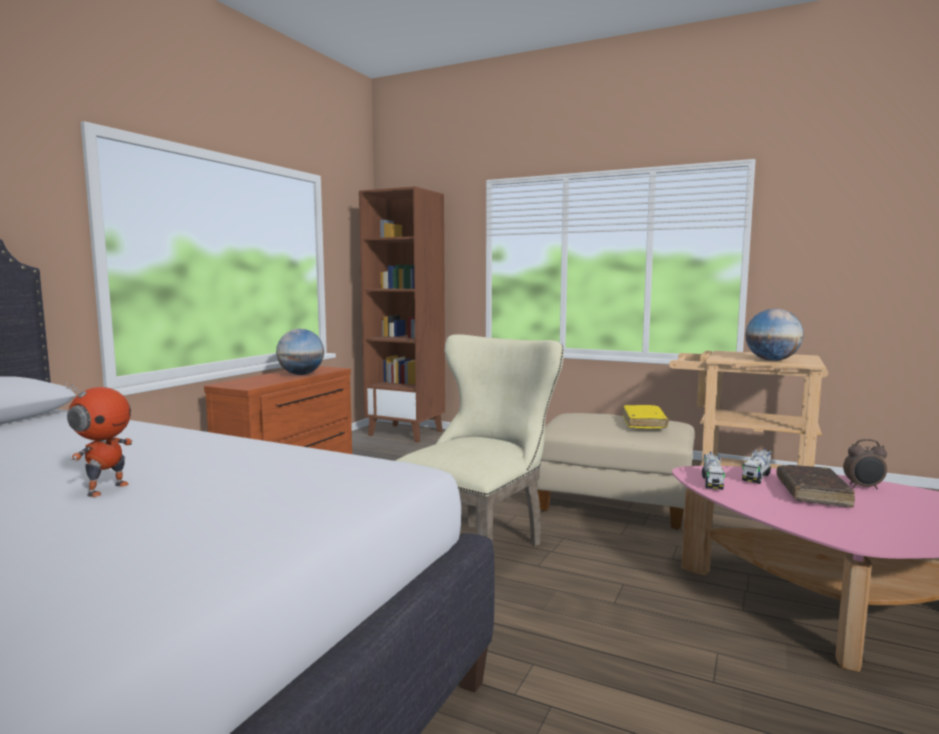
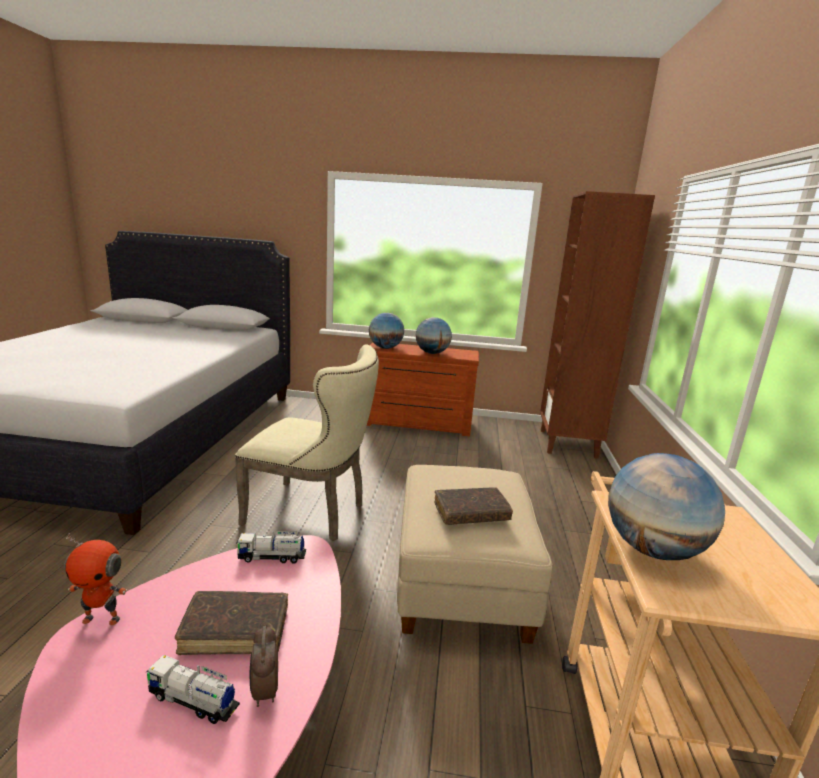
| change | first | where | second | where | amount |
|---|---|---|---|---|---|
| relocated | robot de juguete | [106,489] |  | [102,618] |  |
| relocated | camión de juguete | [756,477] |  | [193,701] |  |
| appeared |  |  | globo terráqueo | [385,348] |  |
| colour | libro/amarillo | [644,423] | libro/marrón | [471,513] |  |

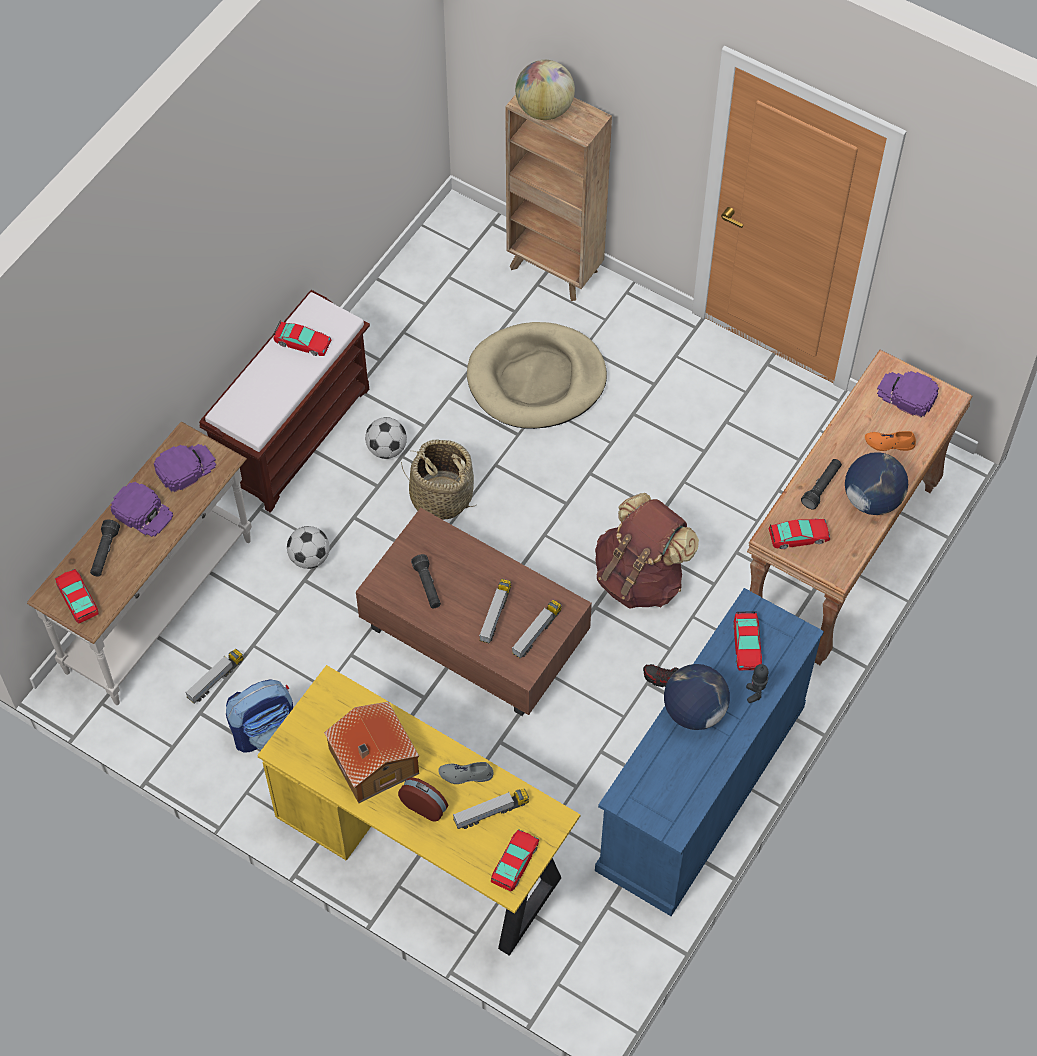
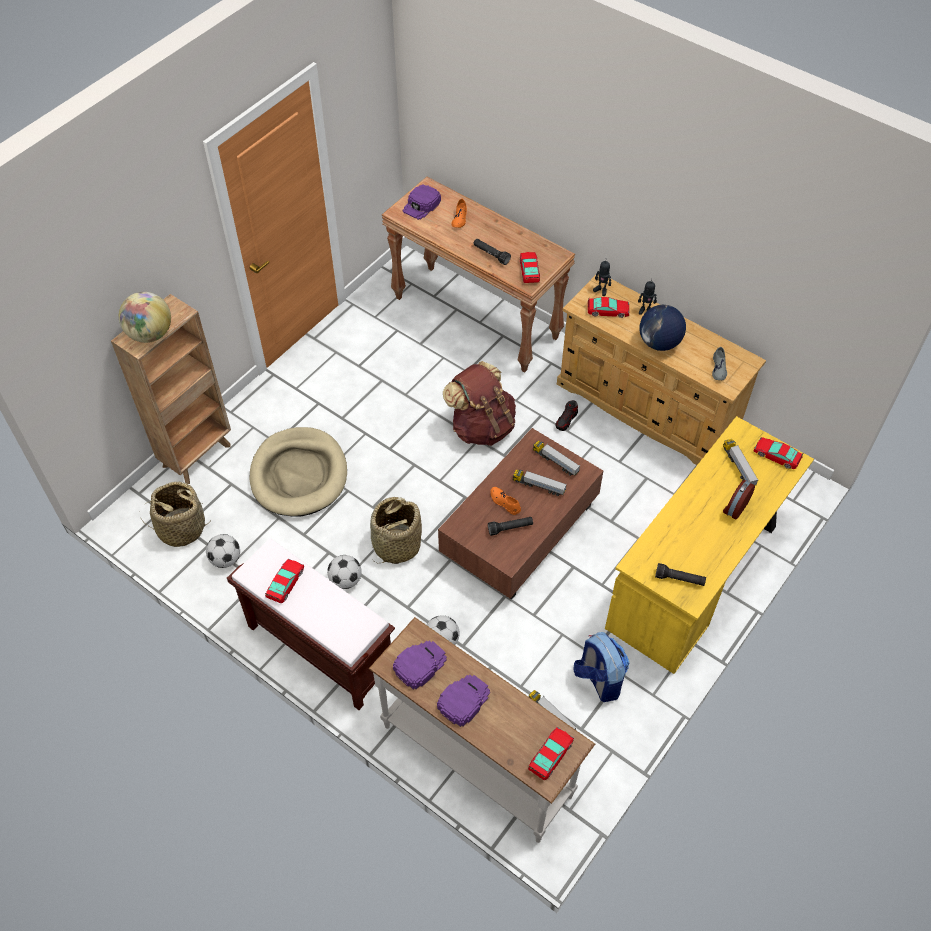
| change | first | where | second | where | amount |
|---|---|---|---|---|---|
| appeared |  |  | cesta | [181,528] |  |
| appeared |  |  | balón de fútbol | [225,559] |  |
| spun | gorra/morado | [185,467] |  | [420,664] | 75 degrees clockwise |
| appeared |  |  | zapato/naranja | [505,502] |  |
| spun | coche de juguete | [78,599] |  | [550,755] | 150 degrees clockwise |
| colour | cómoda/azul | [701,789] | cómoda/beis | [648,409] |  |
| appeared |  |  | robot de juguete | [601,290] |  |
| relocated | linterna/negro | [105,553] |  | [679,579] |  |
| relocated | zapato/gris | [466,774] |  | [719,368] |  |
| missing | casita | [373,763] |  |  |  |
| missing | globo terráqueo | [872,499] |  |  |  |

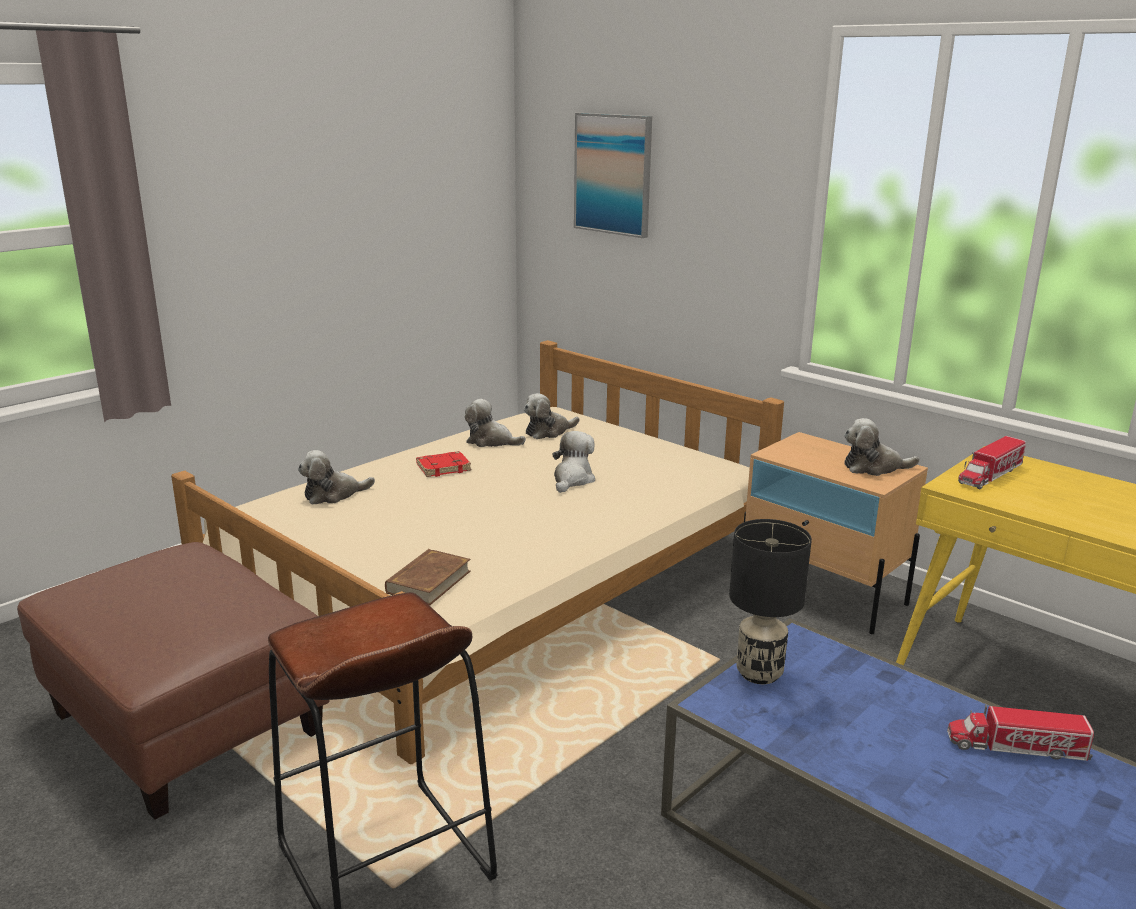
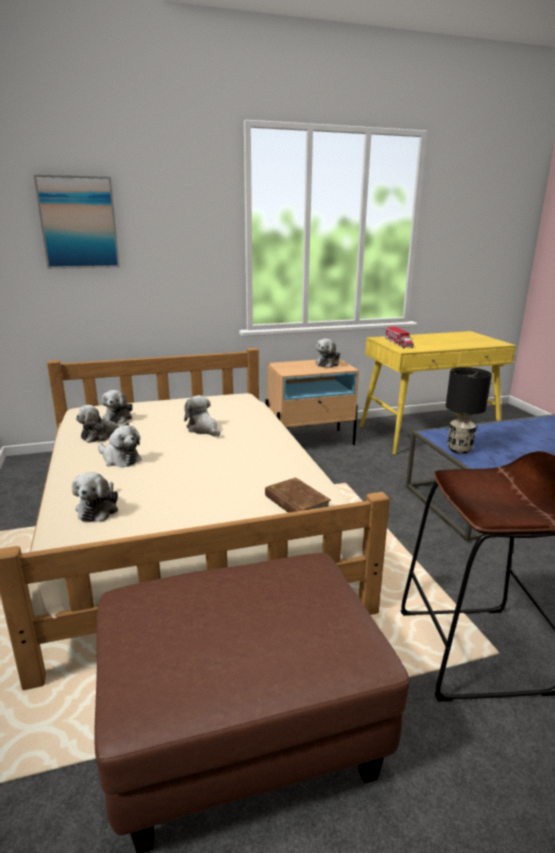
| change | first | where | second | where | amount |
|---|---|---|---|---|---|
| exchanged | libro/rojo | [443,468] | peluche | [119,459] |  |
| missing | camión de juguete | [1016,747] |  |  |  |

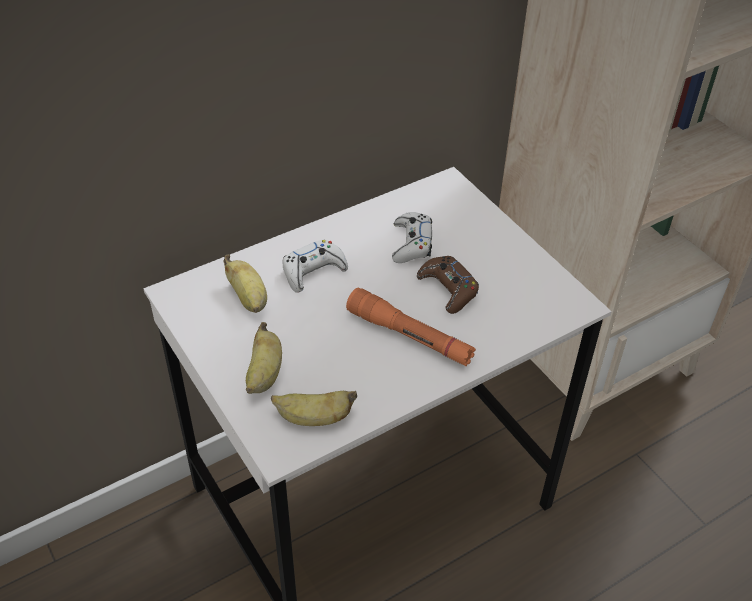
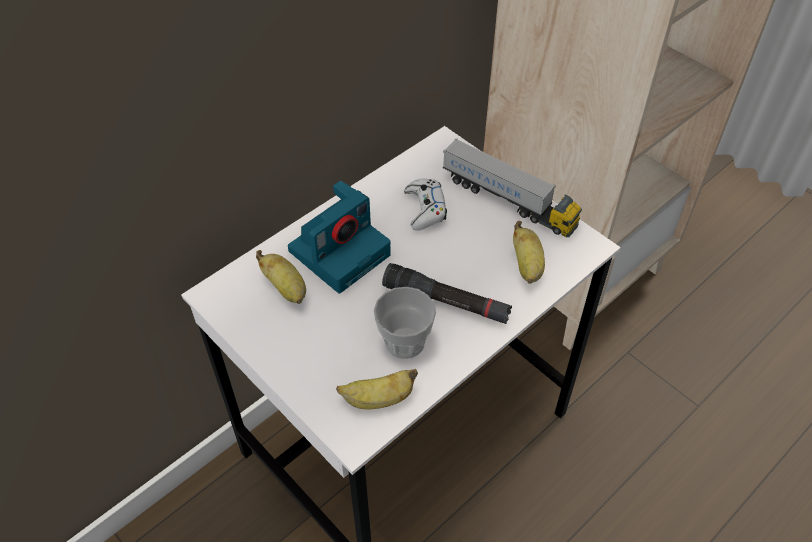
| change | first | where | second | where | amount |
|---|---|---|---|---|---|
| exchanged | mando de consola/blanco | [313,271] | cámara | [340,251] |  |
| appeared |  |  | taza | [404,342] |  |
| colour | linterna/naranja | [409,336] | linterna/negro | [446,302] |  |
| appeared |  |  | camión de juguete | [508,201] |  |
| relocated | plátano | [264,375] |  | [527,266] |  |
| missing | mando de consola/marrón | [448,289] |  |  |  |

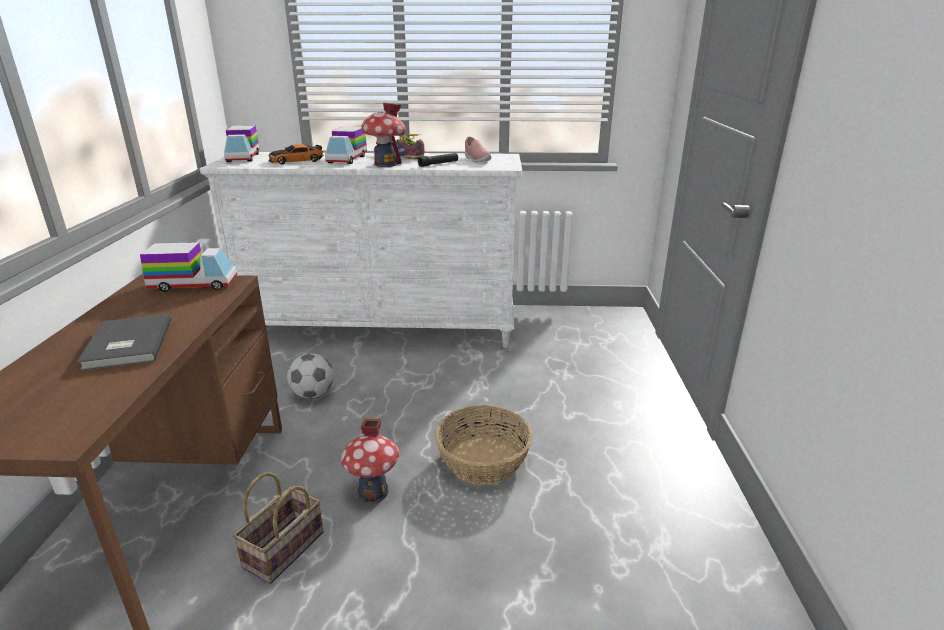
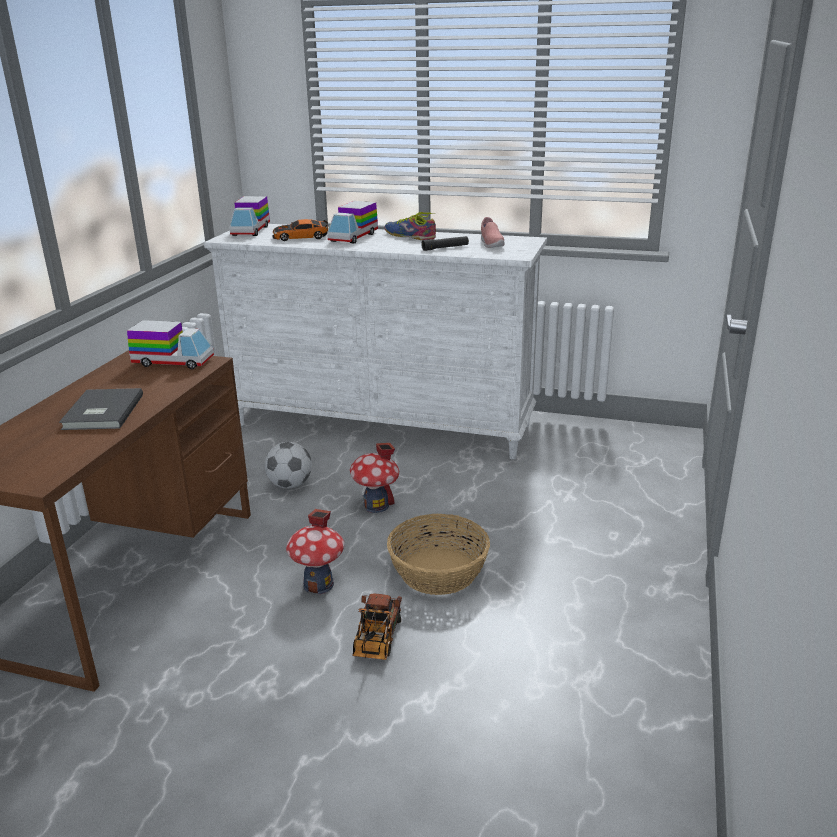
| change | first | where | second | where | amount |
|---|---|---|---|---|---|
| relocated | casita | [386,164] |  | [376,506] |  |
| appeared |  |  | camión de juguete | [376,641] |  |
| missing | cesta | [283,552] |  |  |  |

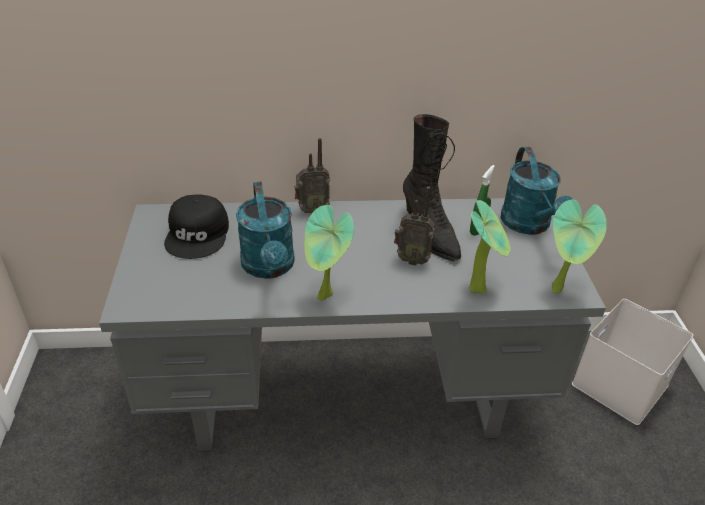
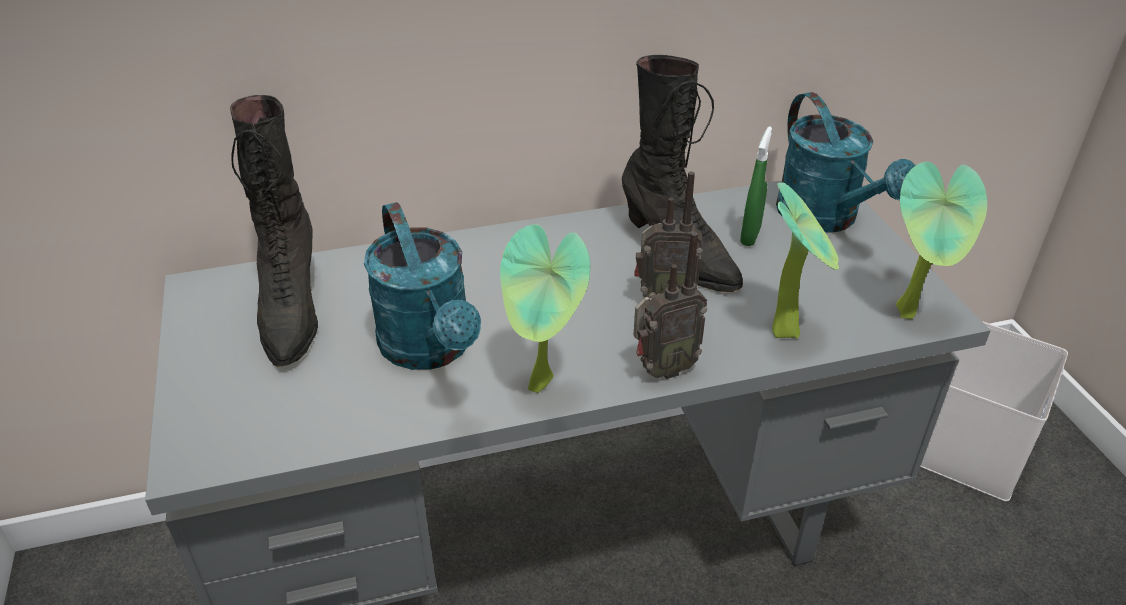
| change | first | where | second | where | amount |
|---|---|---|---|---|---|
| exchanged | gorra/negro | [198,234] | bota/negro | [290,311] |  |
| relocated | radio | [311,210] |  | [662,369] |  |

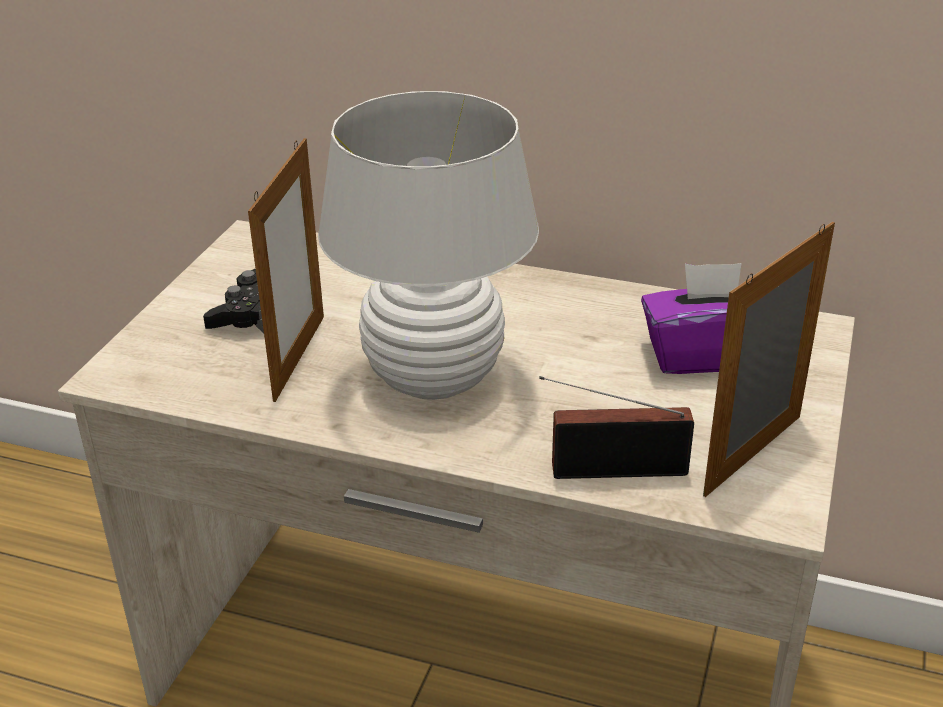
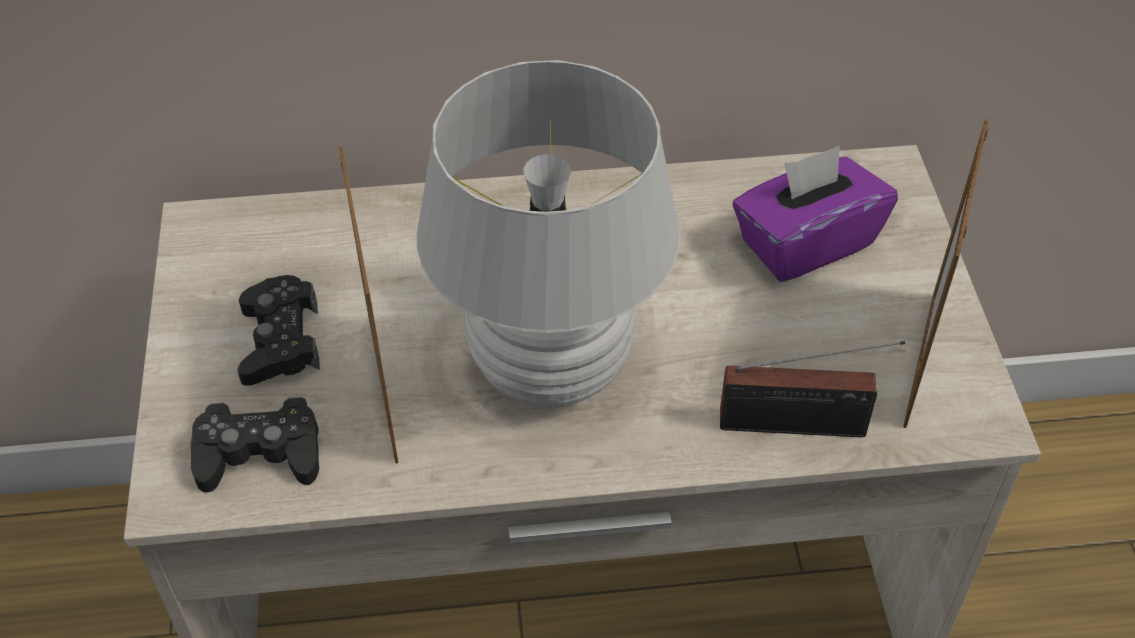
| change | first | where | second | where | amount |
|---|---|---|---|---|---|
| appeared |  |  | mando de consola/negro | [259,454] |  |
| spun | radio | [611,469] |  | [800,426] | 150 degrees counterclockwise |

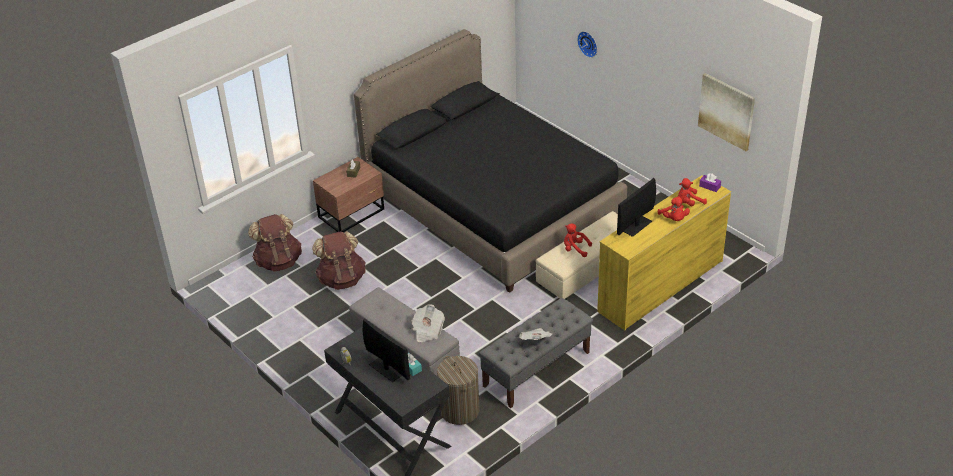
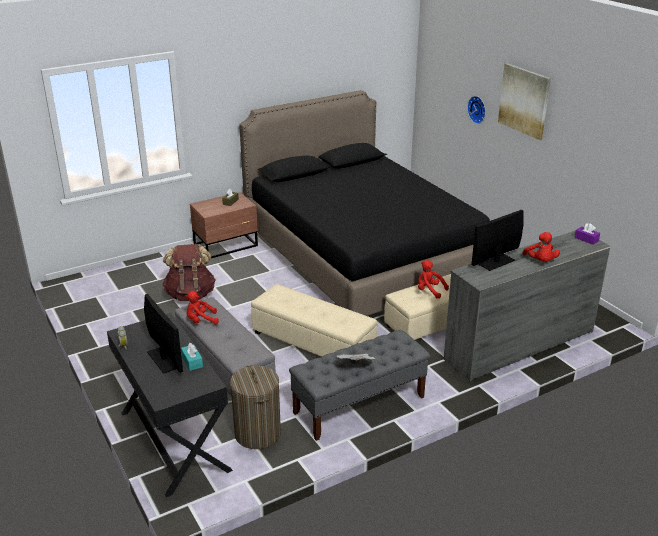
| change | first | where | second | where | amount |
|---|---|---|---|---|---|
| relocated | peluche/rojo | [689,203] |  | [201,321] |  |
| appeared |  |  | puf/beis | [312,342] |  |
| colour | cómoda/amarillo | [660,286] | cómoda/gris | [518,345] |  |
| relocated | cuadro | [726,111] |  | [524,100] |  |
| missing | mochila/marrón | [278,261] |  |  |  |
| missing | periódico | [427,331] |  |  |  |

